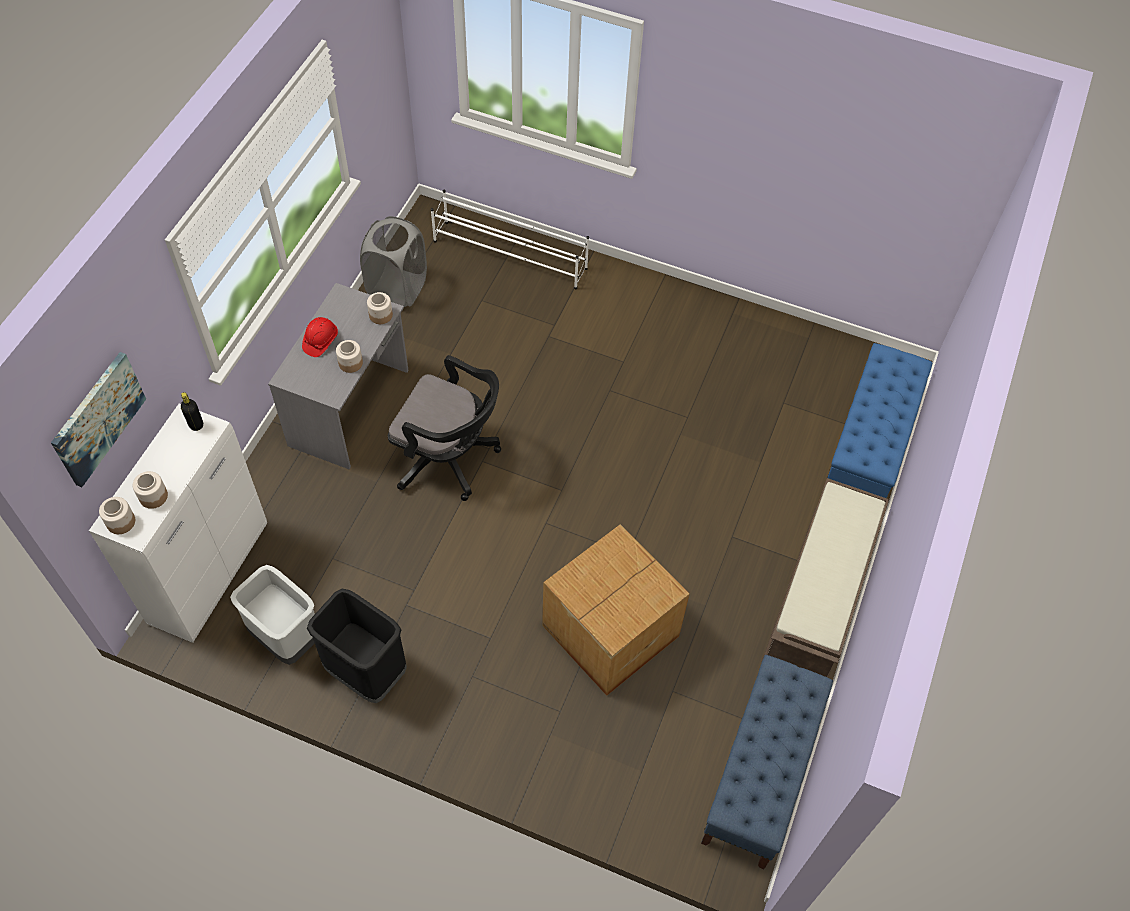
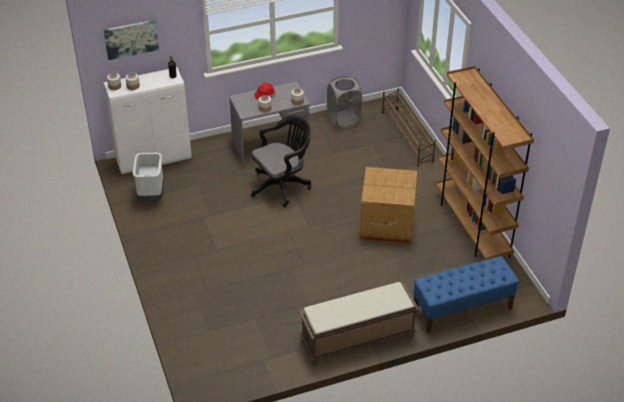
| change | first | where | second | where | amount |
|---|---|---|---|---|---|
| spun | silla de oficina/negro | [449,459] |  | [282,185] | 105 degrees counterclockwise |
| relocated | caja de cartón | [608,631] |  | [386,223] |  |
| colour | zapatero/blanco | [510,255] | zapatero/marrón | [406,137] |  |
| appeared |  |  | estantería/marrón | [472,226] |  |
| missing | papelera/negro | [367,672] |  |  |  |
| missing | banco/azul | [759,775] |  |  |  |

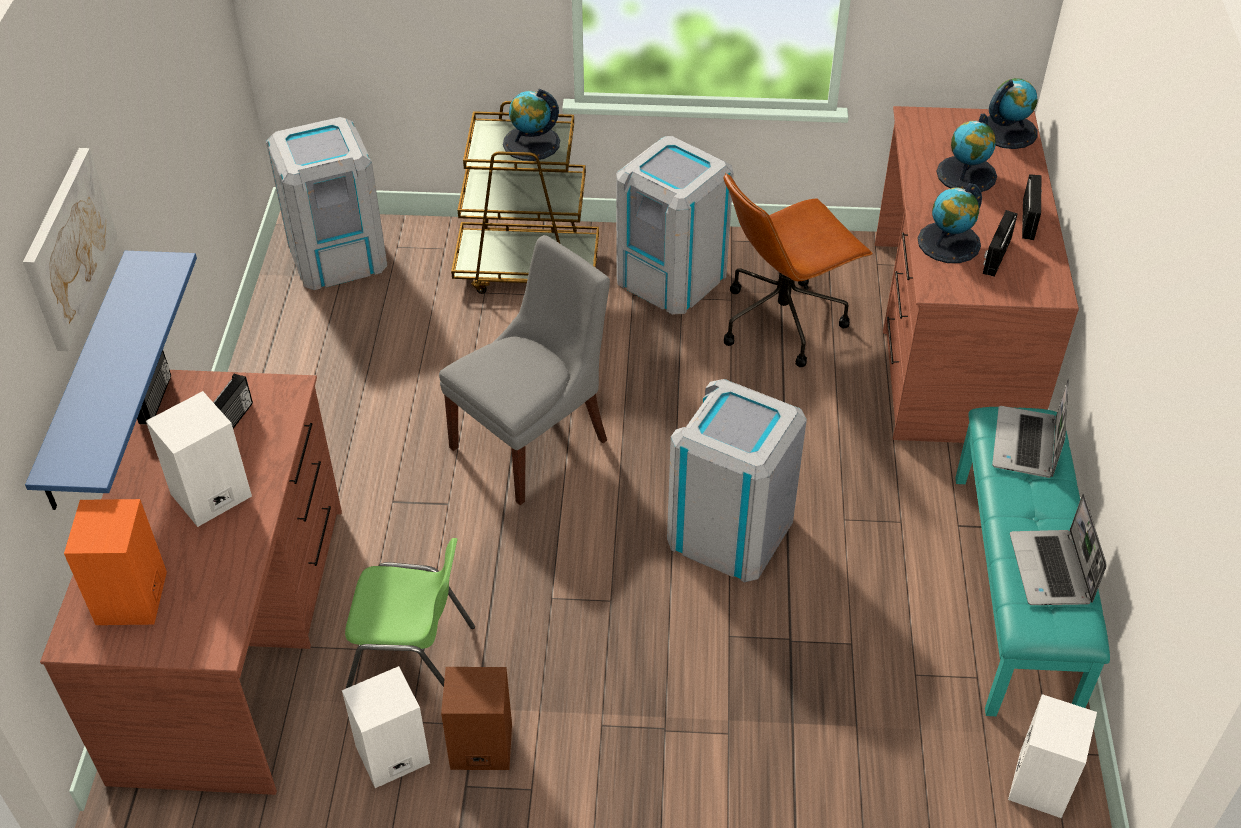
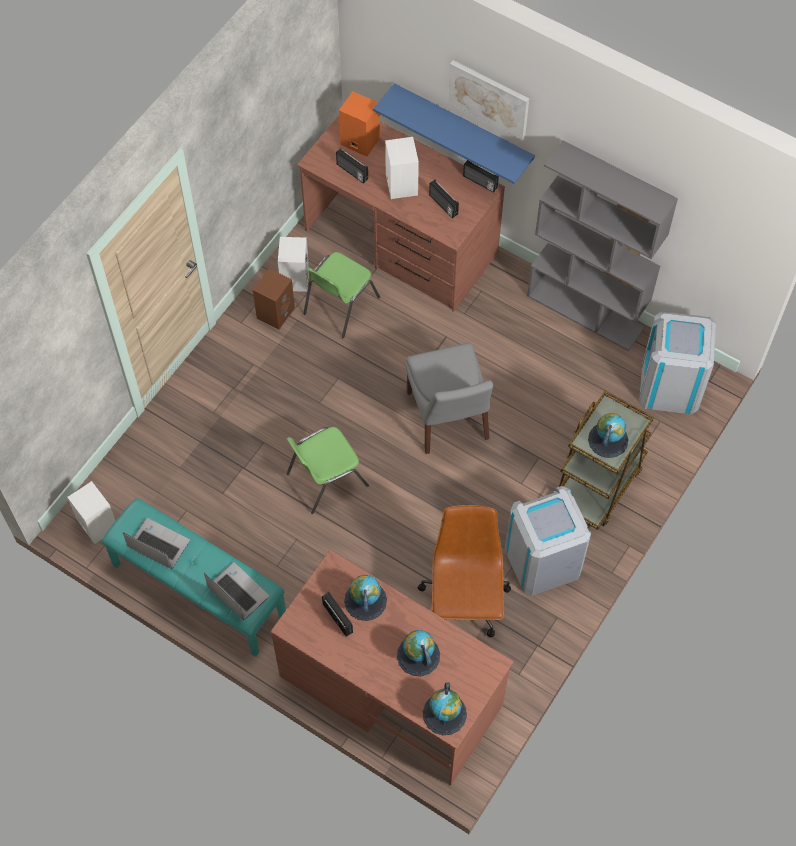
| change | first | where | second | where | amount |
|---|---|---|---|---|---|
| exchanged | papelera/gris | [730,531] | silla/verde | [325,479] |  |
| relocated | radio | [1029,220] |  | [351,172] |  |
| appeared |  |  | estantería/gris | [586,311] |  |

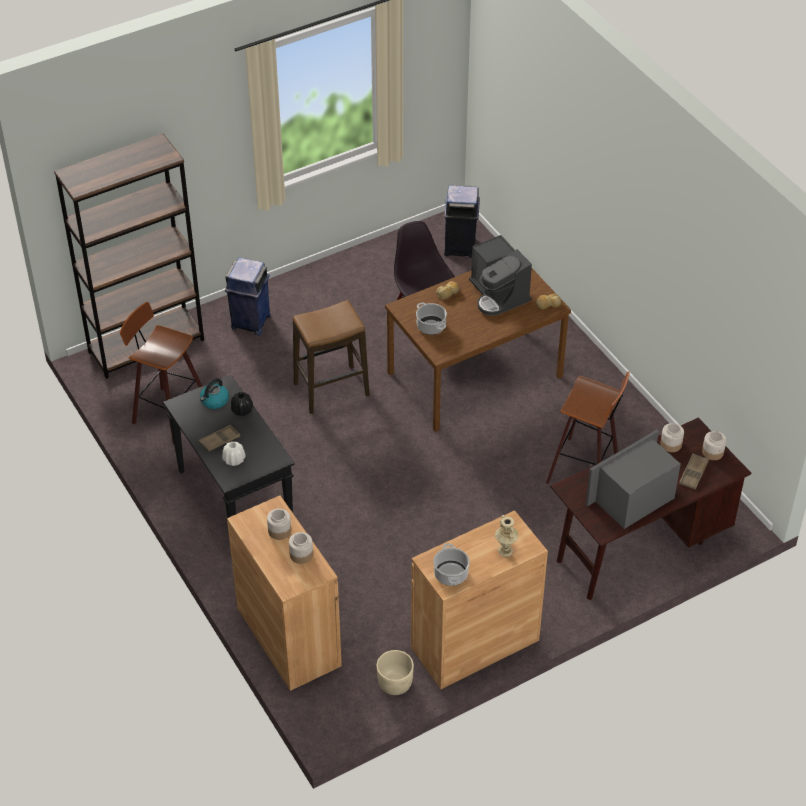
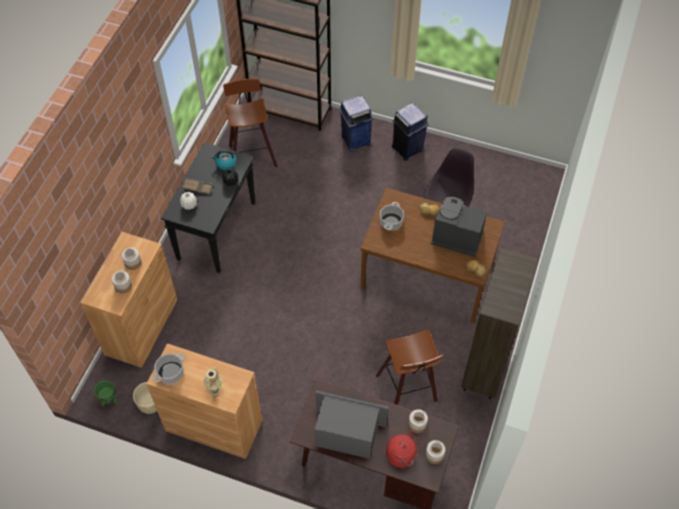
| change | first | where | second | where | amount |
|---|---|---|---|---|---|
| appeared |  |  | maceta/verde | [109,401] |  |
| exchanged | bandeja/marrón | [693,473] | hervidor/rojo | [403,456] |  |
| relocated | papelera/azul | [460,247] |  | [407,149] |  |
| spun | cafetera | [498,294] |  | [456,237] | 90 degrees clockwise |
| appeared |  |  | estantería/marrón | [485,370] |  |
| missing | taburete | [331,390] |  |  |  |

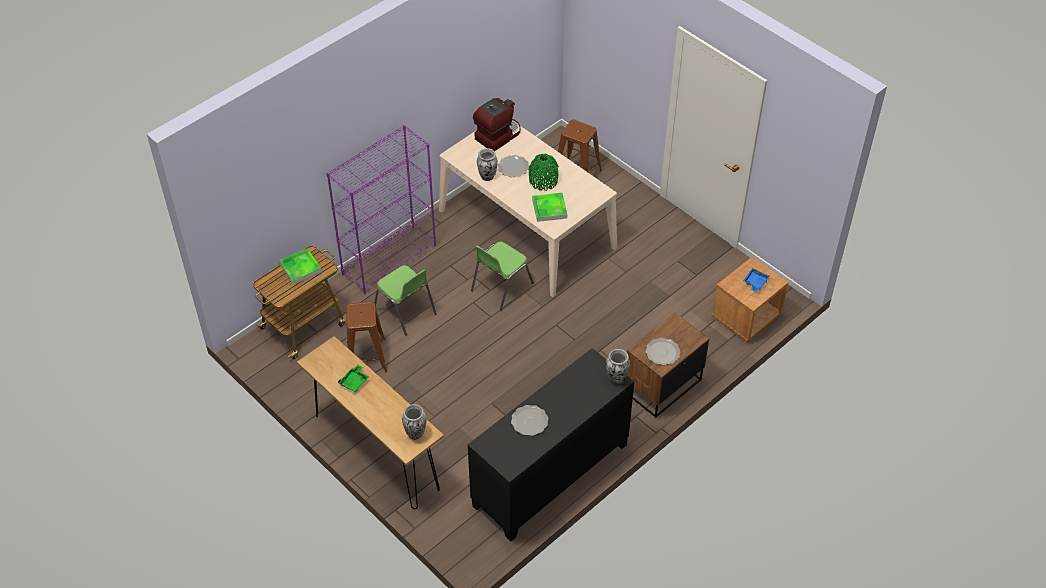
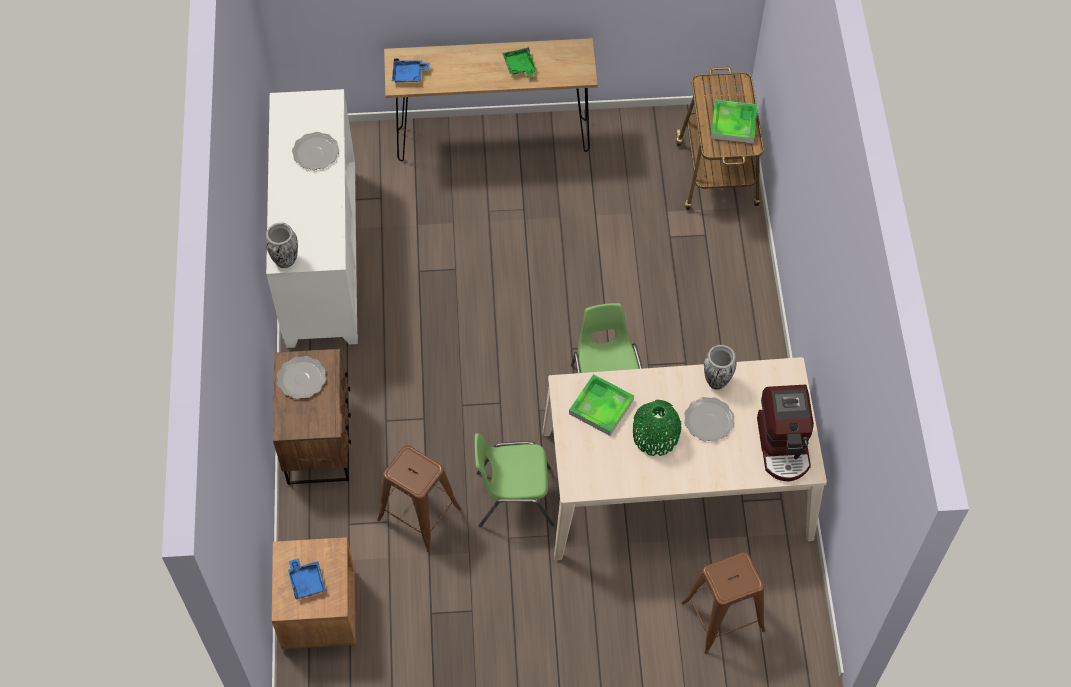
| change | first | where | second | where | amount |
|---|---|---|---|---|---|
| colour | armario/negro | [551,475] | armario/blanco | [320,258] |  |
| relocated | taburete/marrón | [366,357] |  | [419,514] |  |
| exchanged | florero | [415,433] | bandeja/azul | [409,75] |  |
| relocated | silla/verde | [405,311] |  | [513,497] |  |
| missing | estantería/morado | [389,259] |  |  |  |

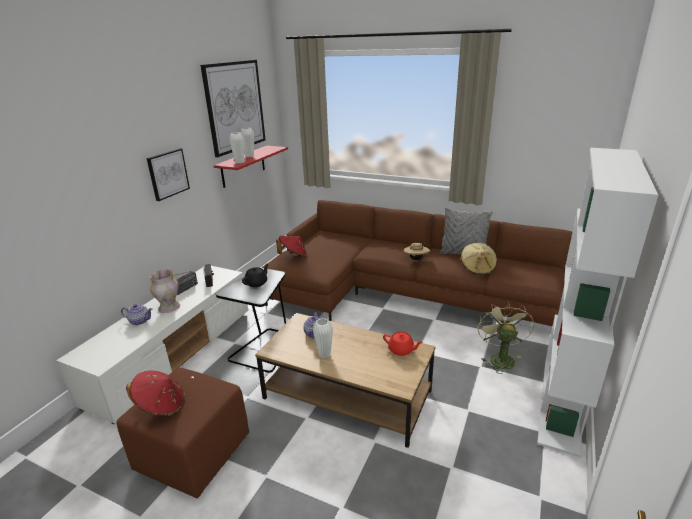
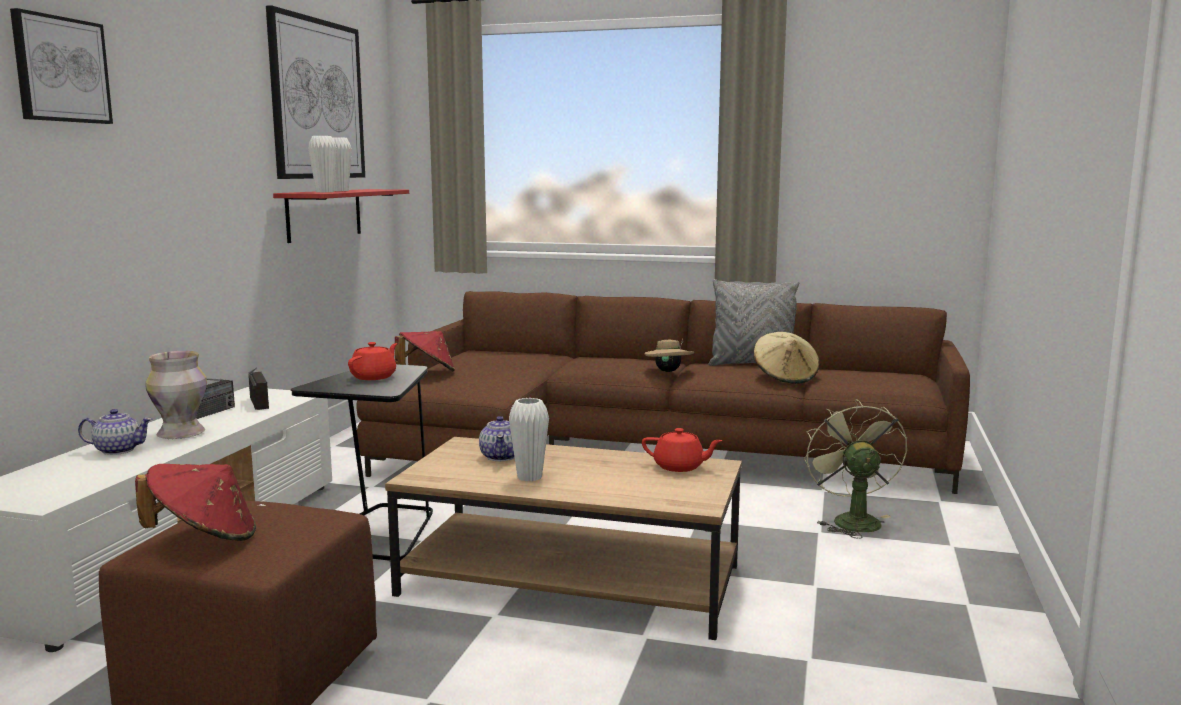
| change | first | where | second | where | amount |
|---|---|---|---|---|---|
| relocated | cuadro | [167,174] |  | [61,70] |  |
| colour | tetera/negro | [257,283] | tetera/rojo | [374,377] |  |
| missing | estantería/blanco | [562,402] |  |  |  |

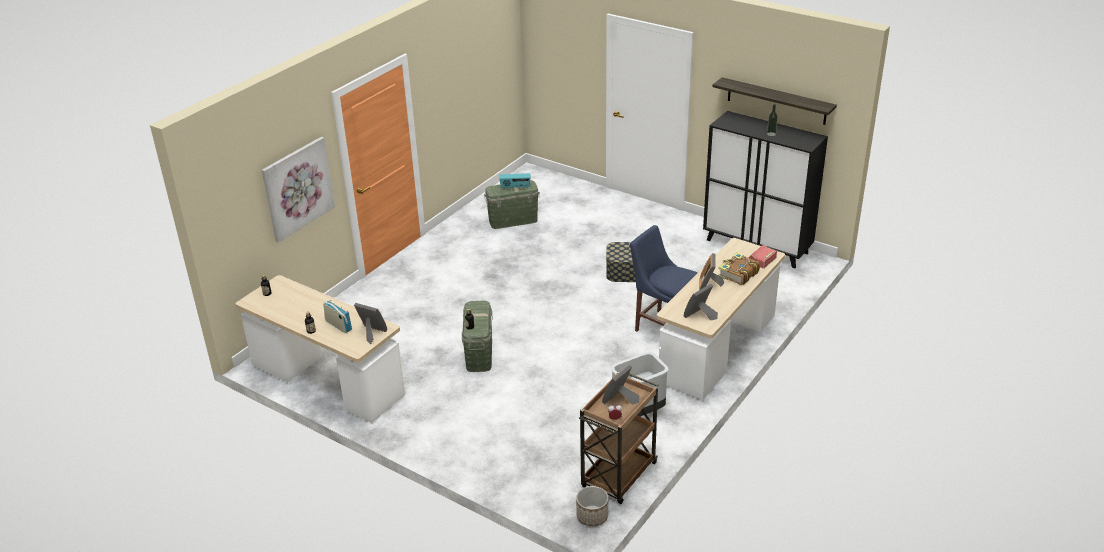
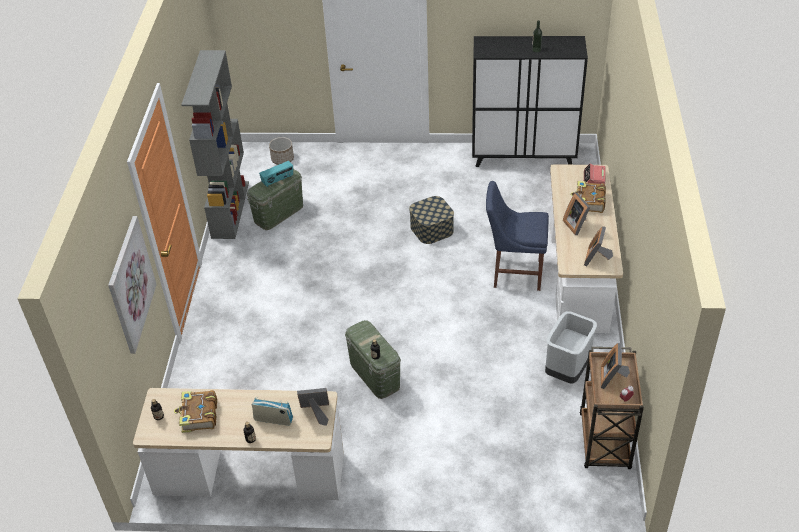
| change | first | where | second | where | amount |
|---|---|---|---|---|---|
| appeared |  |  | libro | [198,416] |  |
| appeared |  |  | estantería/gris | [230,209] |  |
| relocated | maceta | [592,516] |  | [282,159] |  |
| missing | estante | [776,101] |  |  |  |

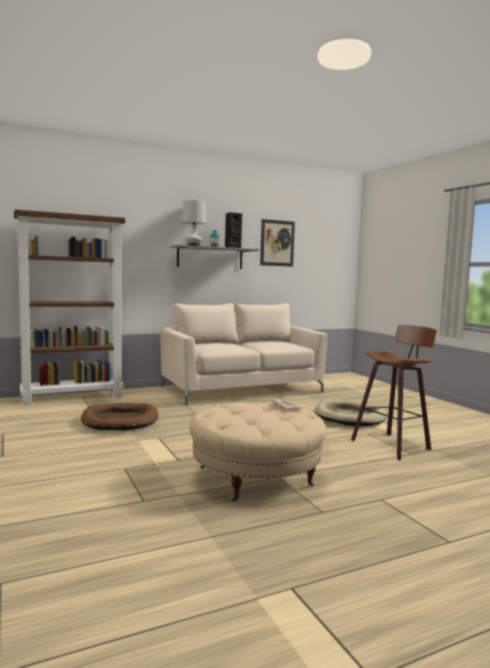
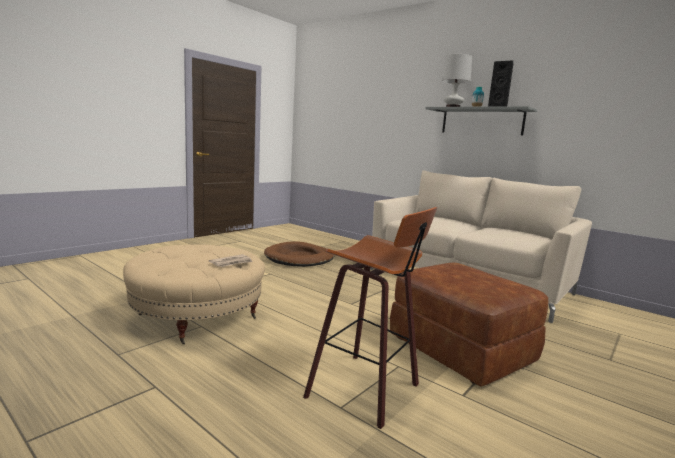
| change | first | where | second | where | amount |
|---|---|---|---|---|---|
| exchanged | cama para perro/beis | [350,416] | puf/marrón | [462,350] |  |
| missing | estantería/marrón | [73,397] |  |  |  |
| missing | cuadro | [277,243] |  |  |  |

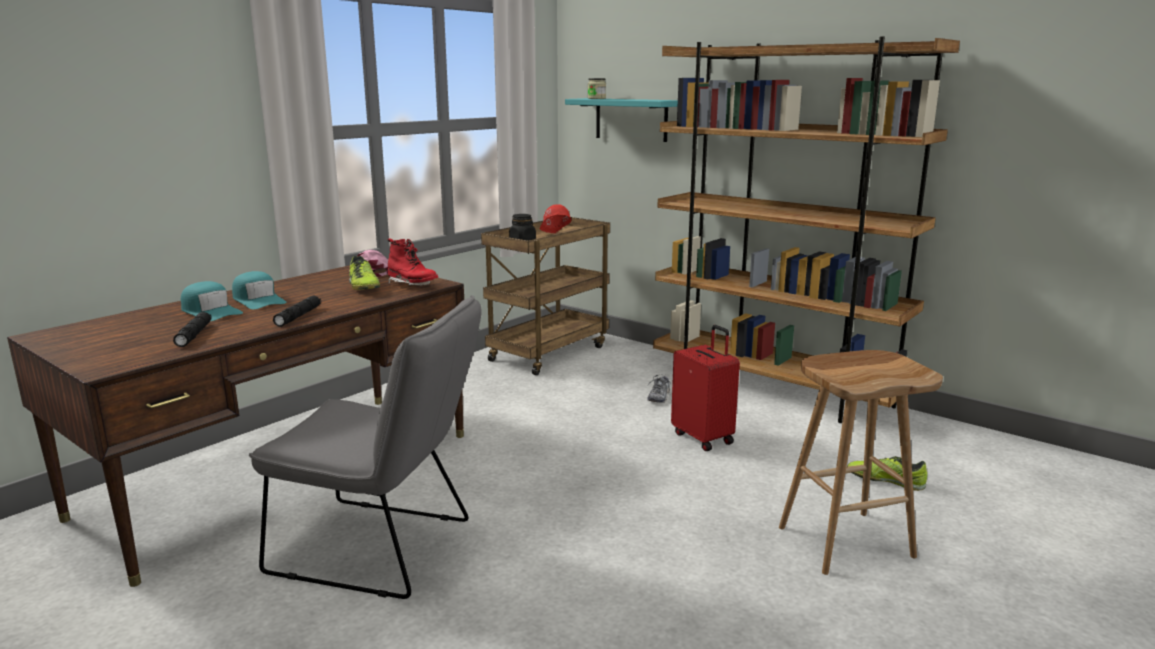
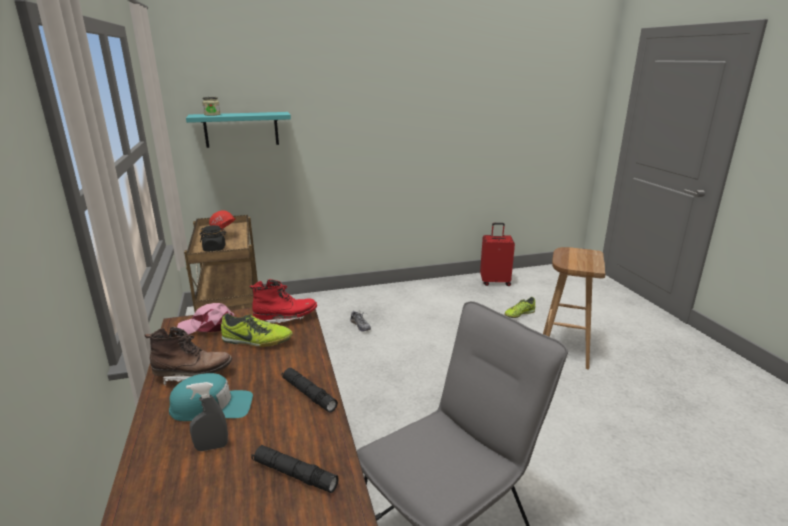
| change | first | where | second | where | amount |
|---|---|---|---|---|---|
| appeared |  |  | bota/marrón | [193,375] |  |
| exchanged | gorra/turquesa | [210,312] | pulverizador/gris | [212,447] |  |
| relocated | maleta/rojo | [704,438] |  | [495,282] |  |
| missing | estantería/marrón | [773,390] |  |  |  |

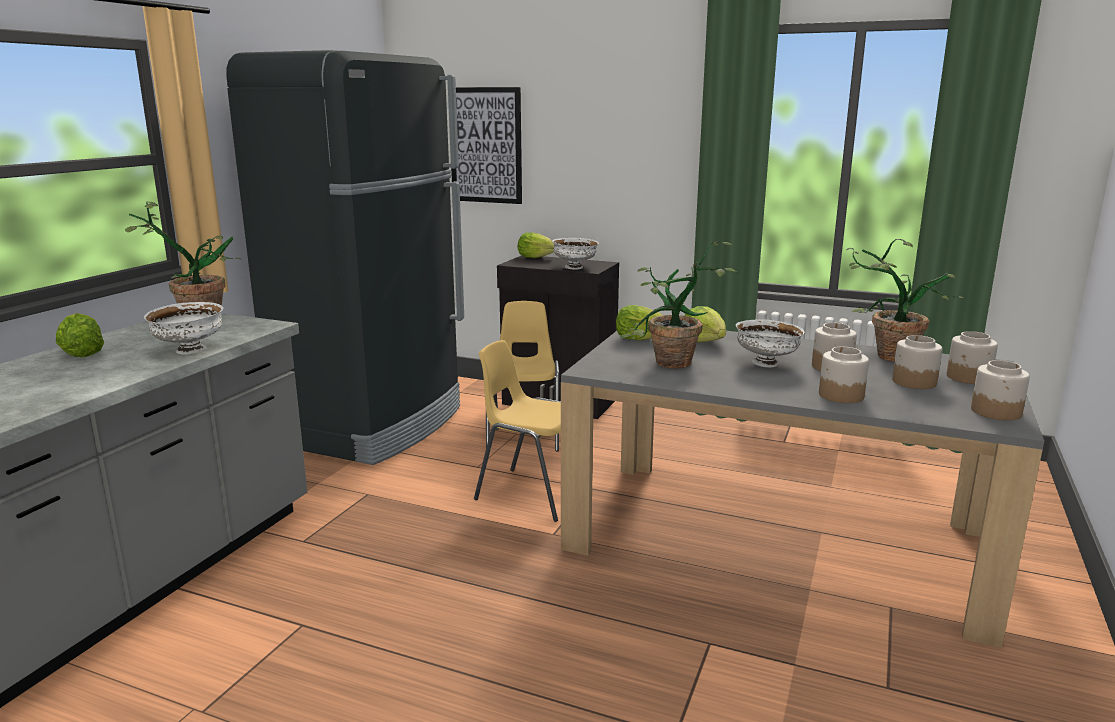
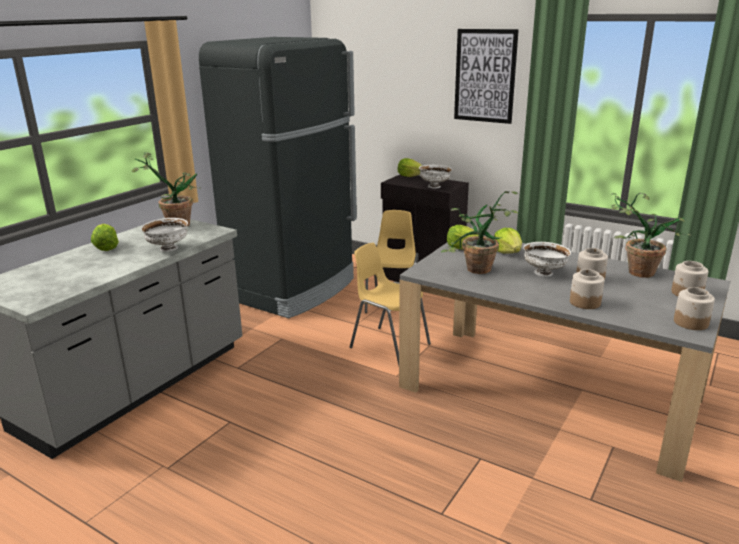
| change | first | where | second | where | amount |
|---|---|---|---|---|---|
| relocated | cuadro | [486,145] |  | [485,76] |  |
| missing | tarro | [914,382] |  |  |  |

